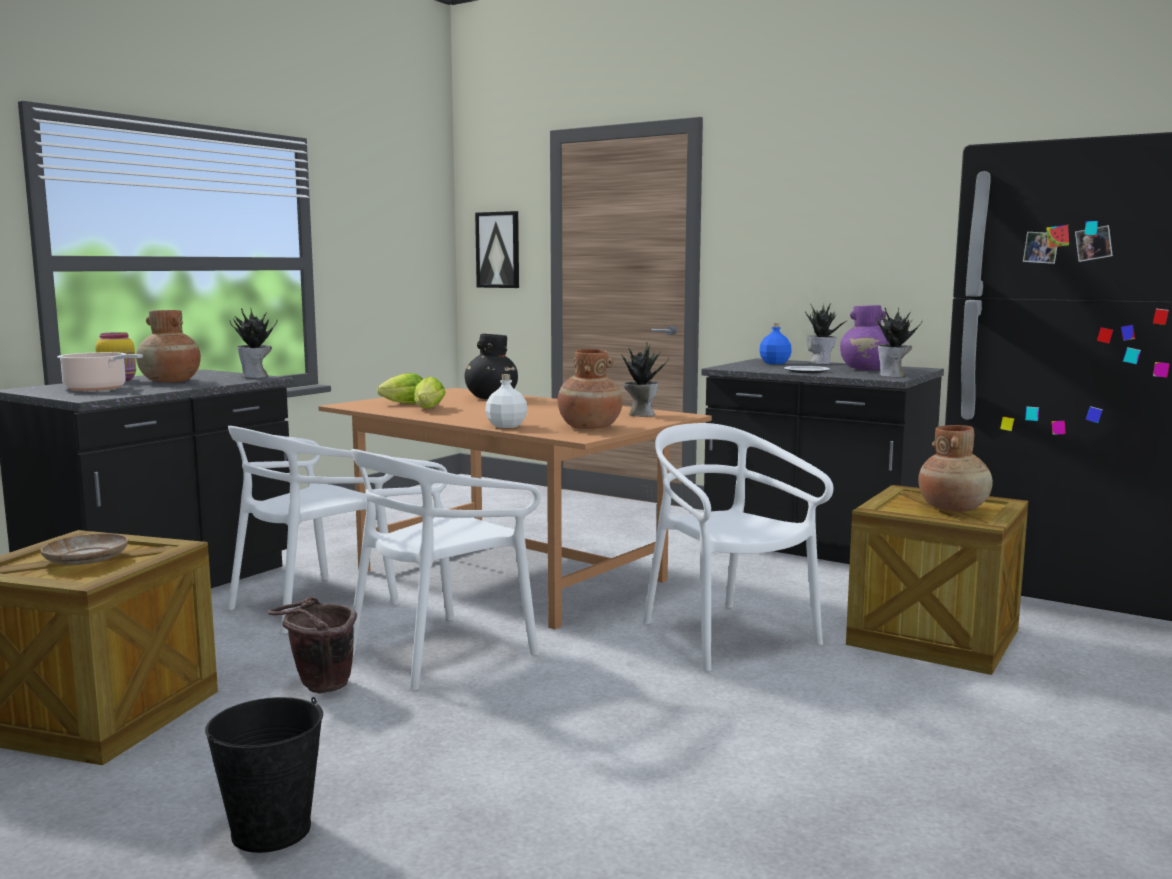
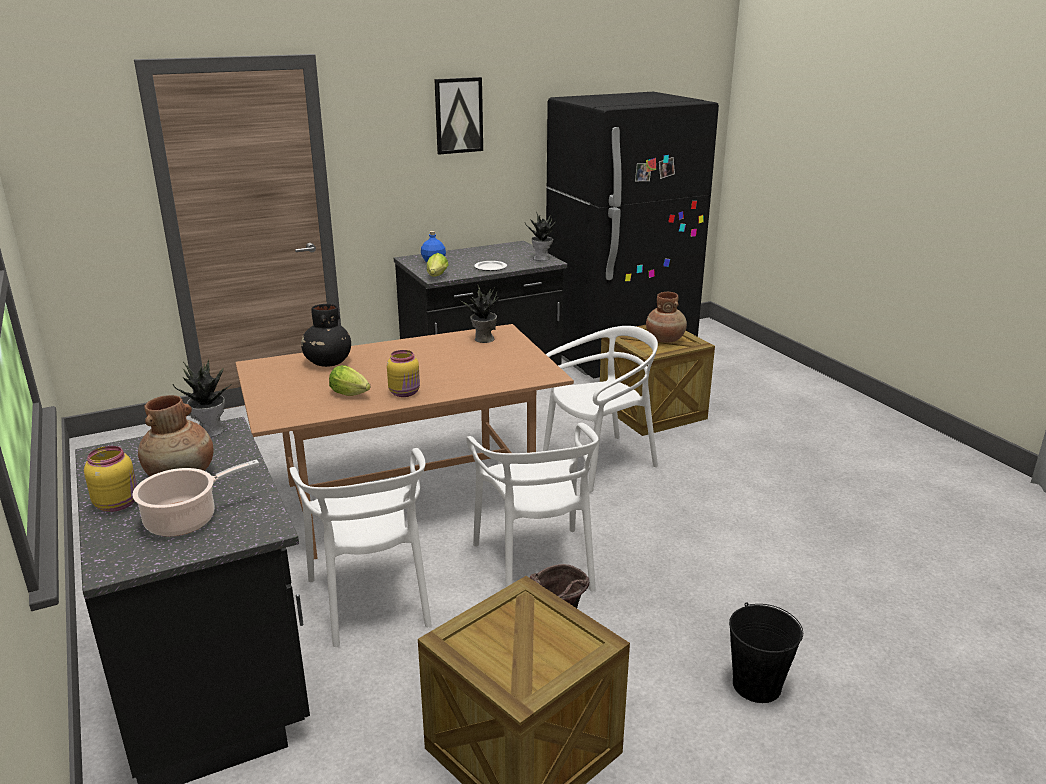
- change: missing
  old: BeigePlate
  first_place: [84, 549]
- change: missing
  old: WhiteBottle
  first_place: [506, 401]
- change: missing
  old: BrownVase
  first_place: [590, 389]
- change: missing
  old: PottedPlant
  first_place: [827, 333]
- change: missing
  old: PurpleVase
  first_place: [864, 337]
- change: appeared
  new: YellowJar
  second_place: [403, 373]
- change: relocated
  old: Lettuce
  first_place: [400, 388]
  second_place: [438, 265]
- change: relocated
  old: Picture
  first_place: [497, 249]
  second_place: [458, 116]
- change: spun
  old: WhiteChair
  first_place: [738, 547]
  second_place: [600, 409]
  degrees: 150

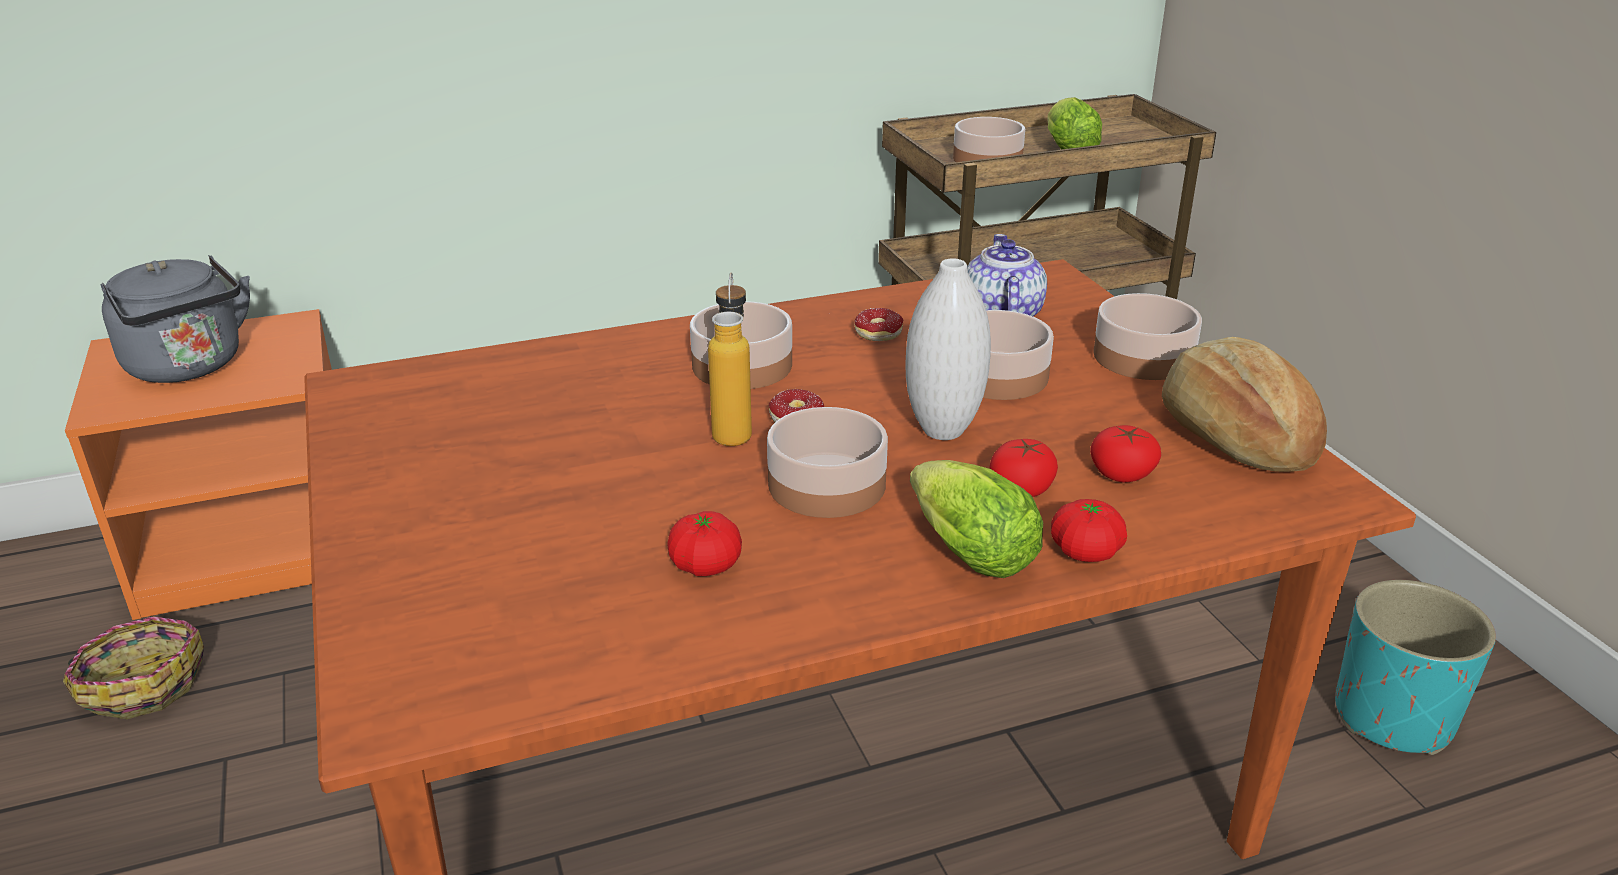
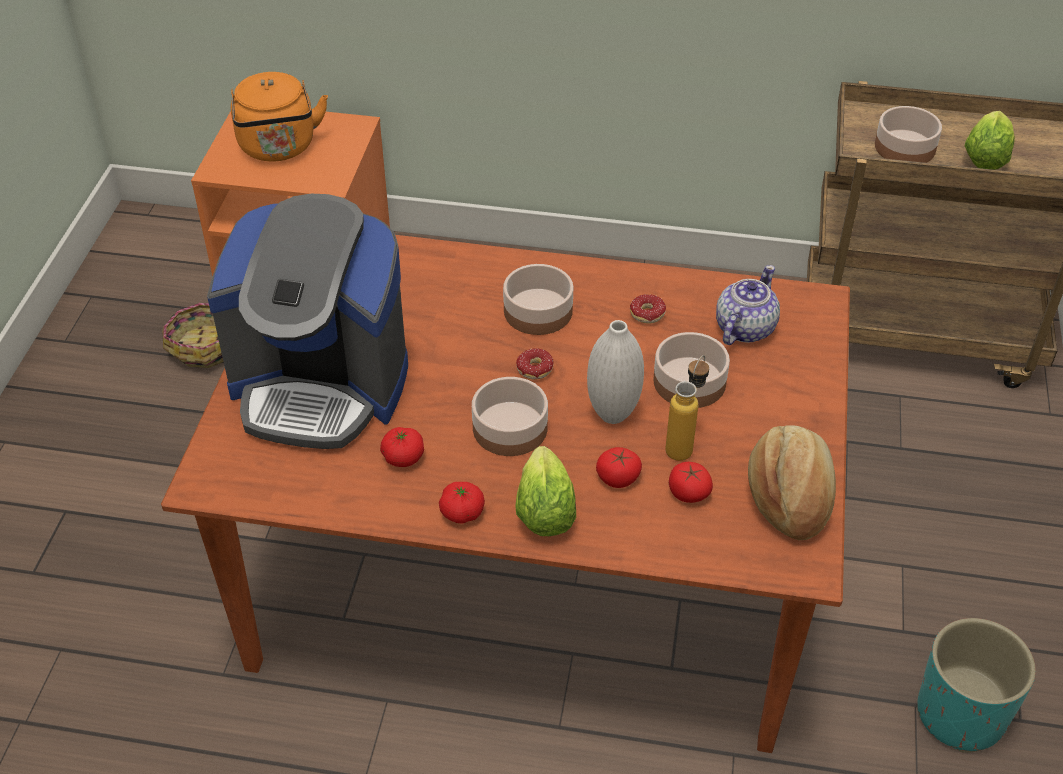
- change: missing
  old: Bowl
  first_place: [1147, 336]
- change: appeared
  new: CoffeeMachine
  second_place: [307, 321]
- change: relocated
  old: Bottle
  first_place: [730, 359]
  second_place: [687, 408]
- change: relocated
  old: Tomato
  first_place: [1089, 530]
  second_place: [462, 503]
- change: colour
  old: GreyKettle
  new: OrangeKettle
  first_place: [175, 319]
  second_place: [279, 117]

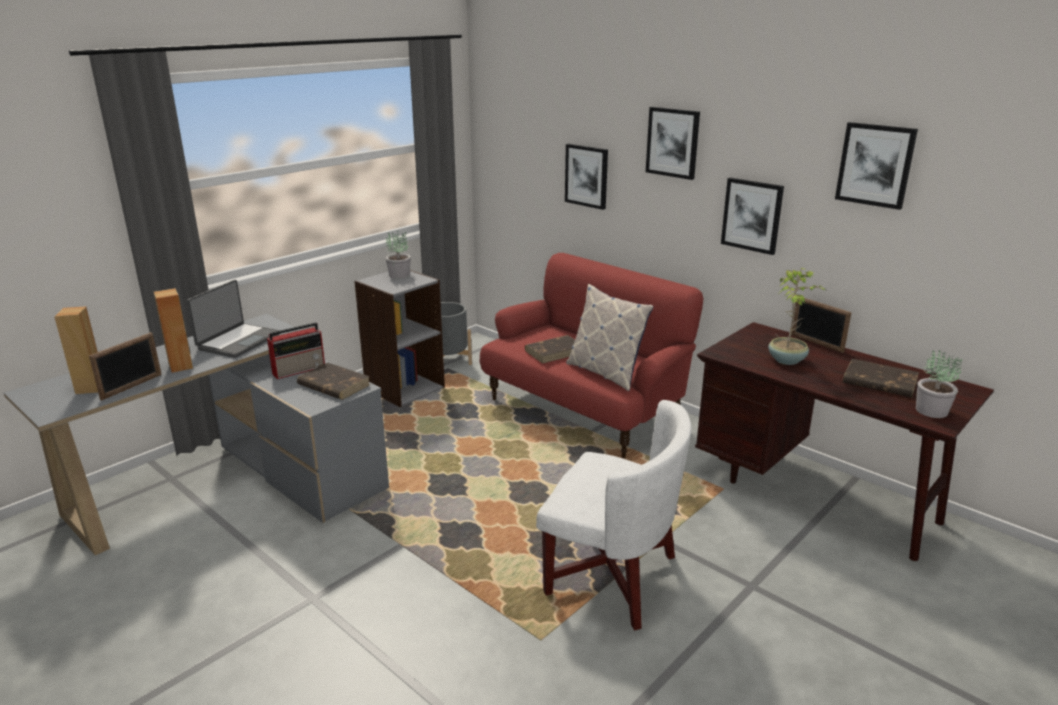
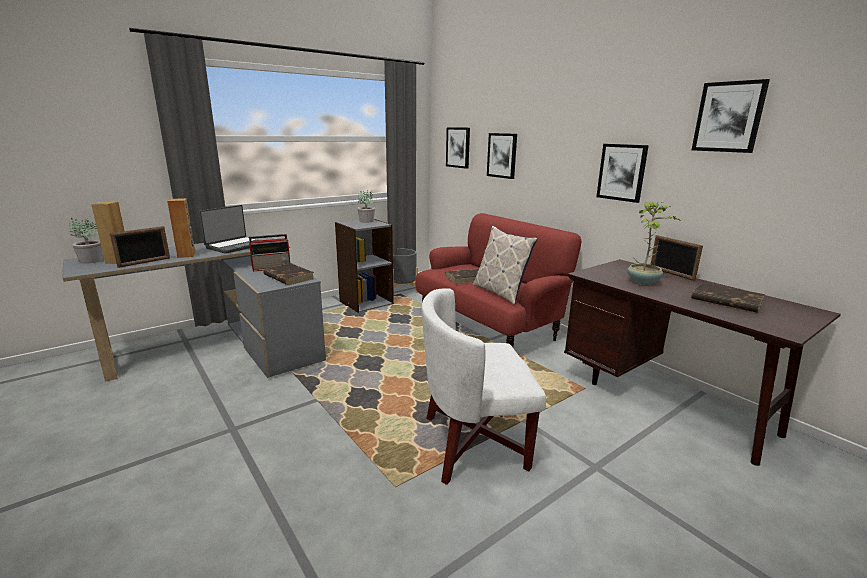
- change: relocated
  old: Picture
  first_place: [673, 143]
  second_place: [458, 148]
- change: relocated
  old: PottedPlant
  first_place: [939, 384]
  second_place: [86, 241]
- change: spun
  old: WhiteArmchair
  first_place: [613, 515]
  second_place: [484, 386]
  degrees: 135

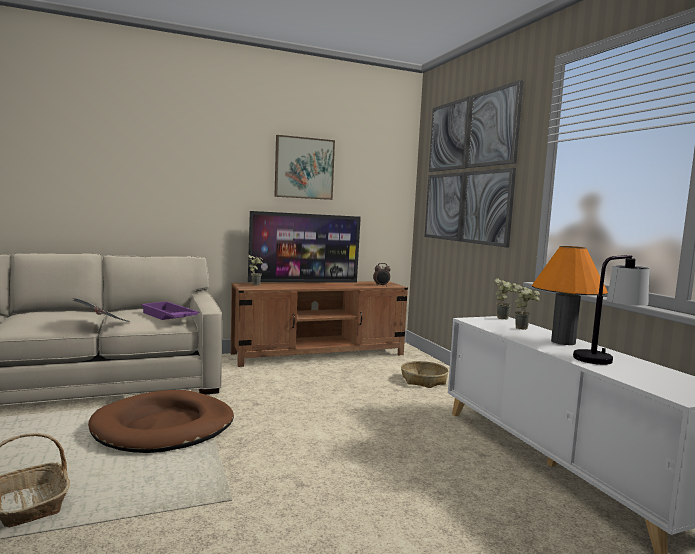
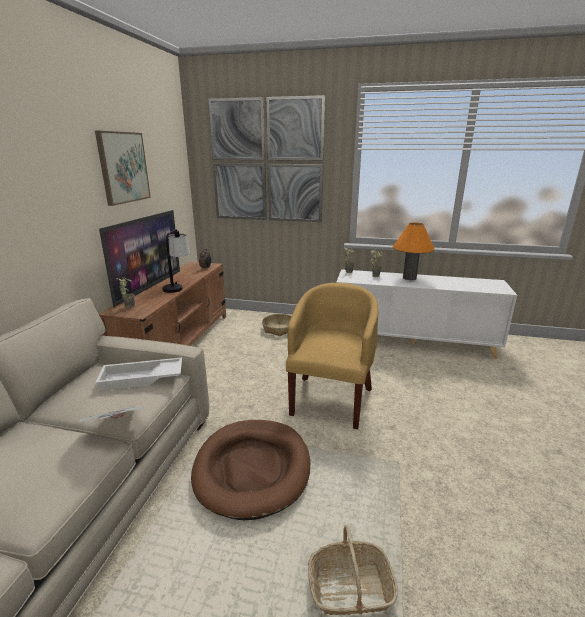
- change: appeared
  new: YellowArmchair
  second_place: [332, 356]
- change: relocated
  old: TableLamp
  first_place: [611, 310]
  second_place: [176, 261]
- change: colour
  old: PurpleTray
  new: WhiteTray
  first_place: [170, 310]
  second_place: [139, 374]

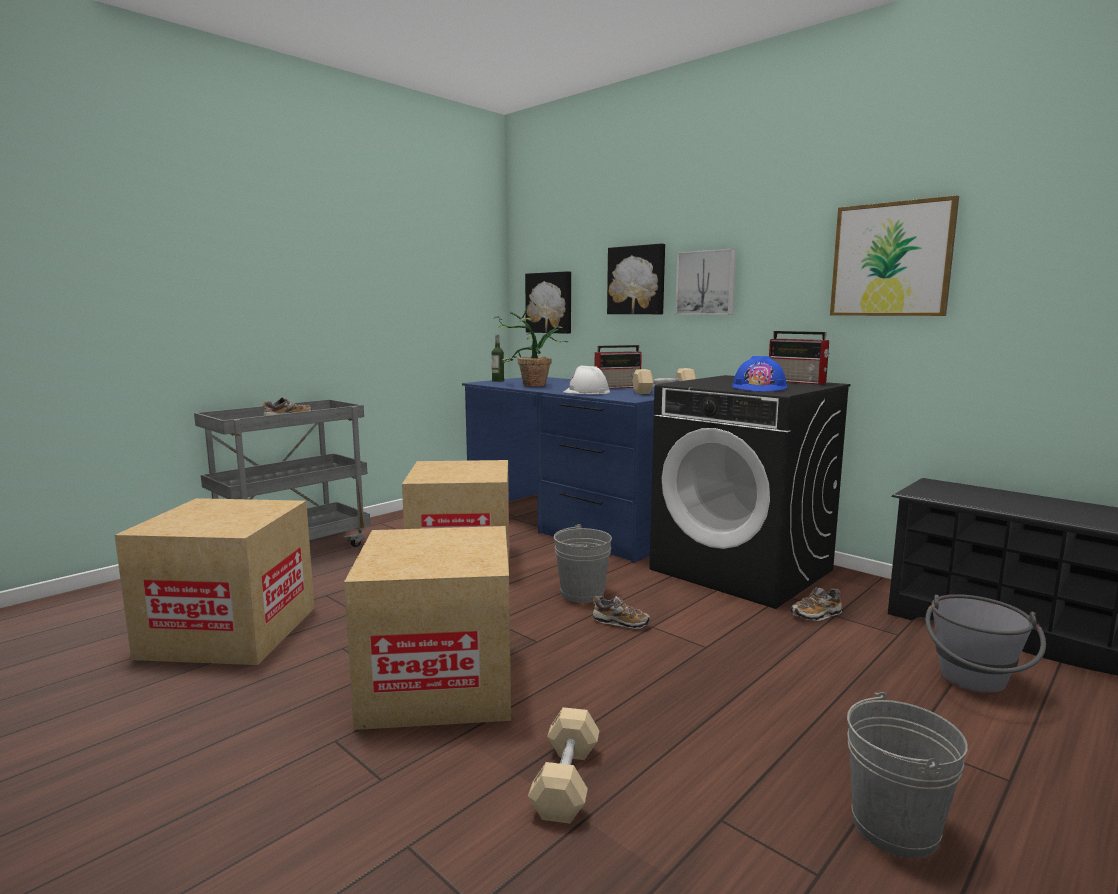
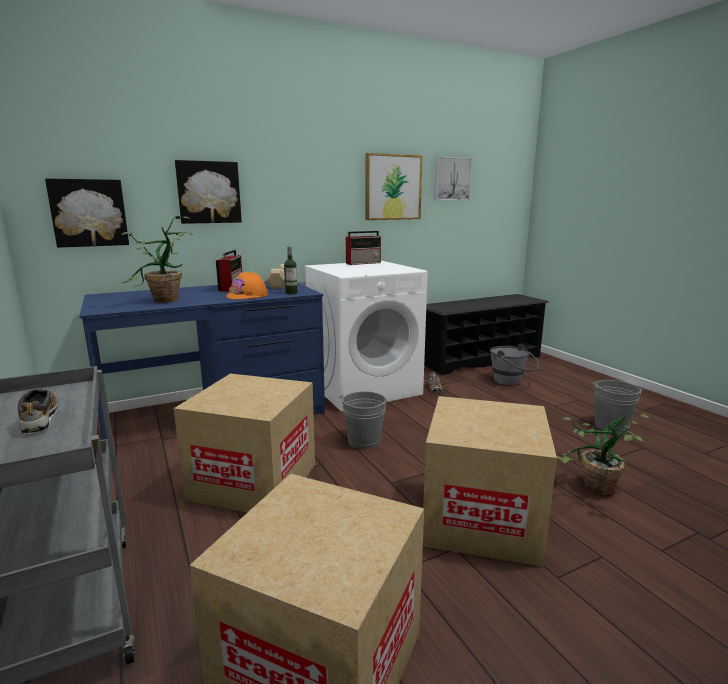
- change: missing
  old: Shoe
  first_place: [621, 612]
- change: missing
  old: BlueHardHat
  first_place: [759, 373]
- change: relocated
  old: Bottle
  first_place: [498, 358]
  second_place: [290, 270]
- change: relocated
  old: Picture
  first_place: [705, 282]
  second_place: [453, 178]
- change: exchanged
  old: BeigeDumbbell
  new: PottedPlant
  first_place: [563, 765]
  second_place: [603, 453]
- change: colour
  old: WhiteHardHat
  new: OrangeHardHat
  first_place: [586, 380]
  second_place: [247, 285]
- change: colour
  old: BlackWashingMachine
  new: WhiteWashingMachine
  first_place: [749, 492]
  second_place: [366, 336]

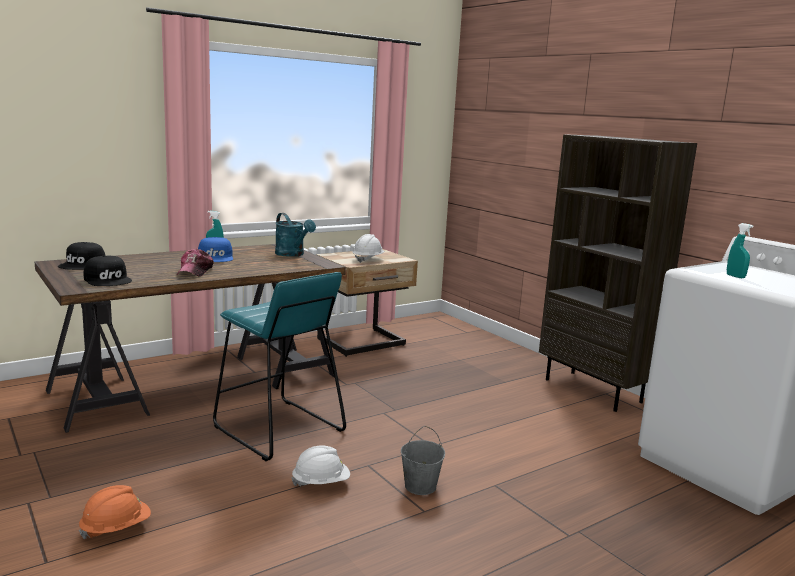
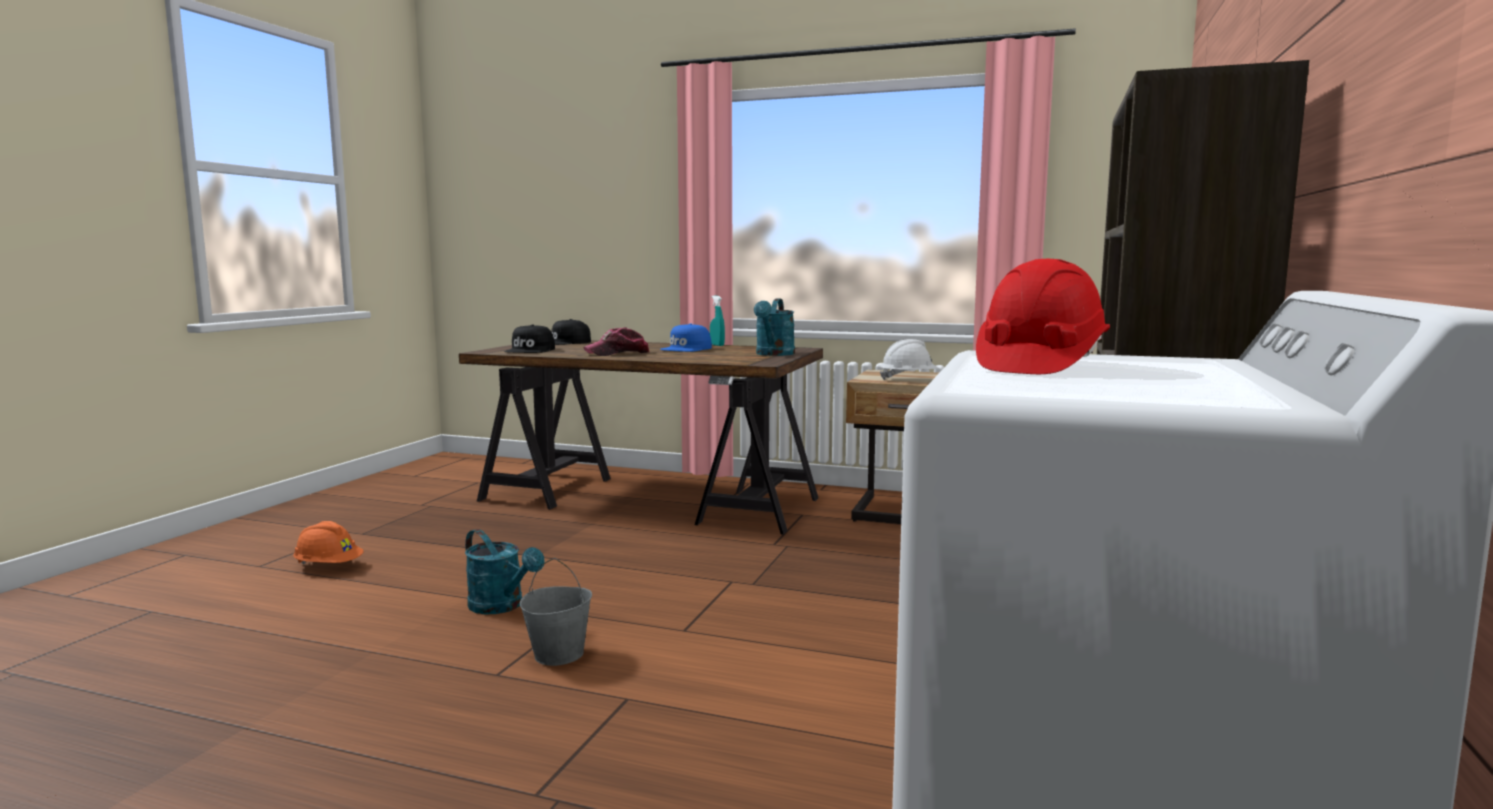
- change: missing
  old: TurquoiseStool
  first_place: [279, 366]
- change: exchanged
  old: WhiteHardHat
  new: TurquoiseWateringCan
  first_place: [320, 465]
  second_place: [505, 571]
- change: exchanged
  old: TurquoiseSprayBottle
  new: RedHardHat
  first_place: [740, 250]
  second_place: [1043, 316]

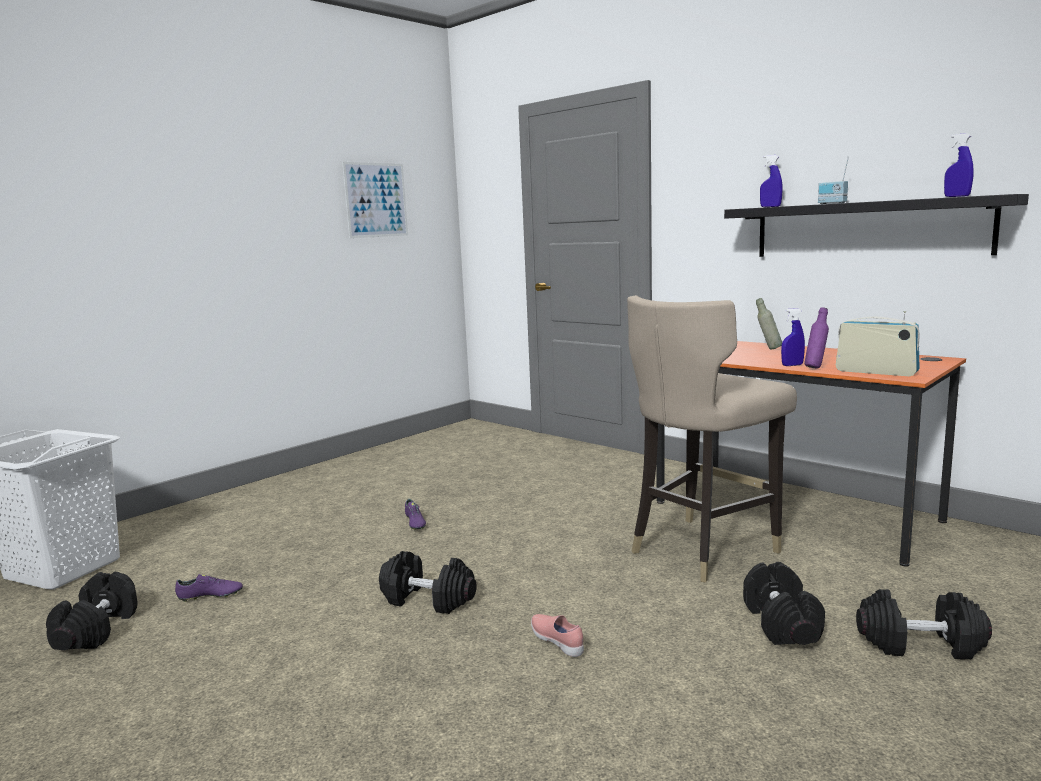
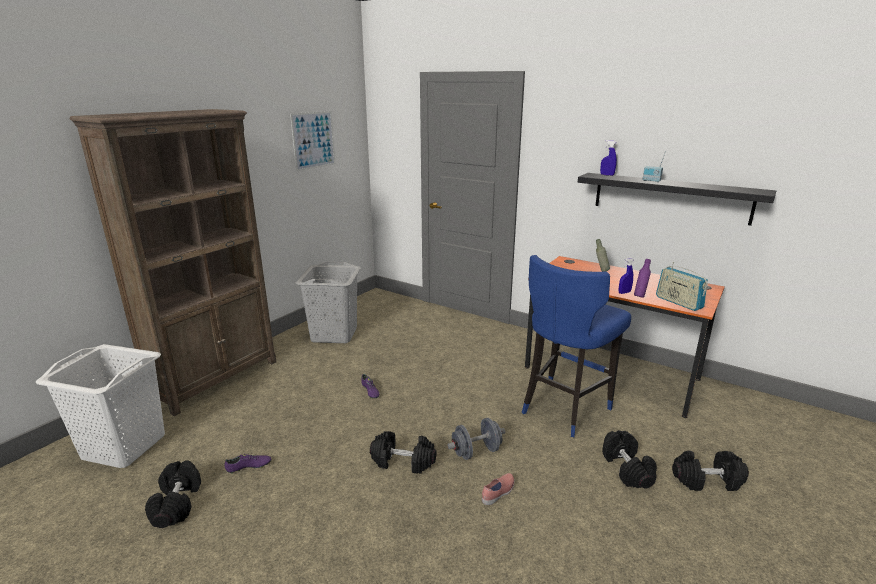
- change: missing
  old: BlueSprayBottle
  first_place: [958, 165]
- change: appeared
  new: BrownBookcase
  second_place: [173, 262]
- change: appeared
  new: GreyLaundryBasket
  second_place: [328, 302]
- change: appeared
  new: GreyDumbbell
  second_place: [476, 439]
- change: colour
  old: BeigeStool
  new: BlueStool
  first_place: [712, 439]
  second_place: [576, 346]
- change: spun
  old: PinkShoe
  first_place: [557, 635]
  second_place: [498, 489]
  degrees: 90
- change: spun
  old: Radio
  first_place: [878, 343]
  second_place: [682, 286]
  degrees: -150

